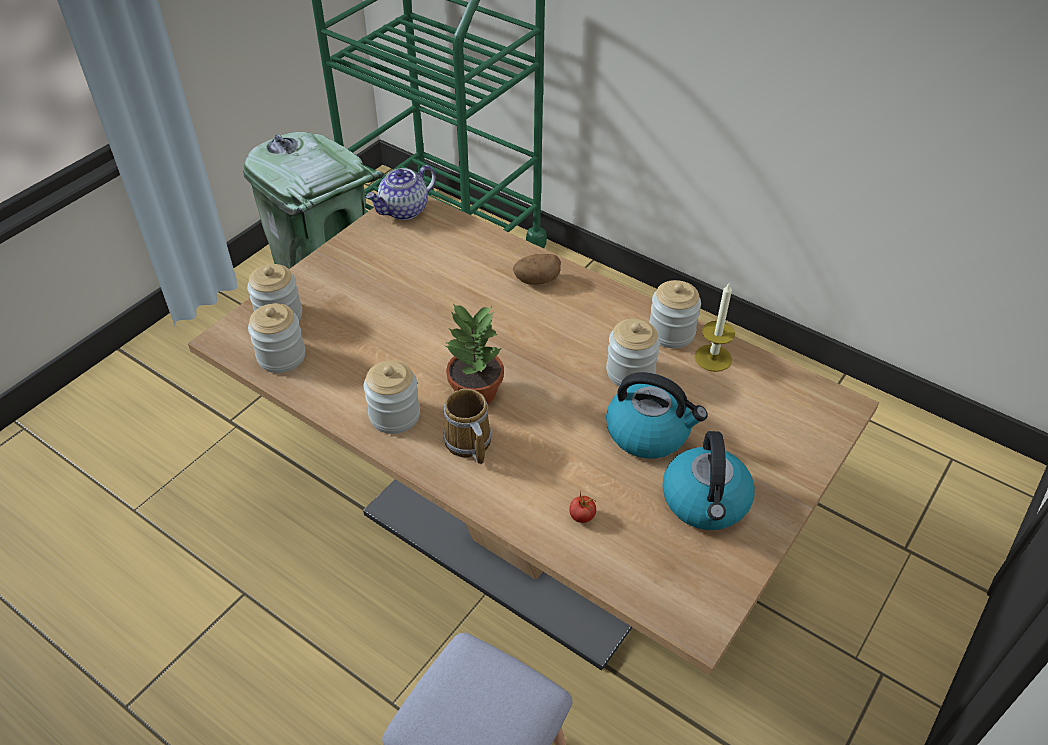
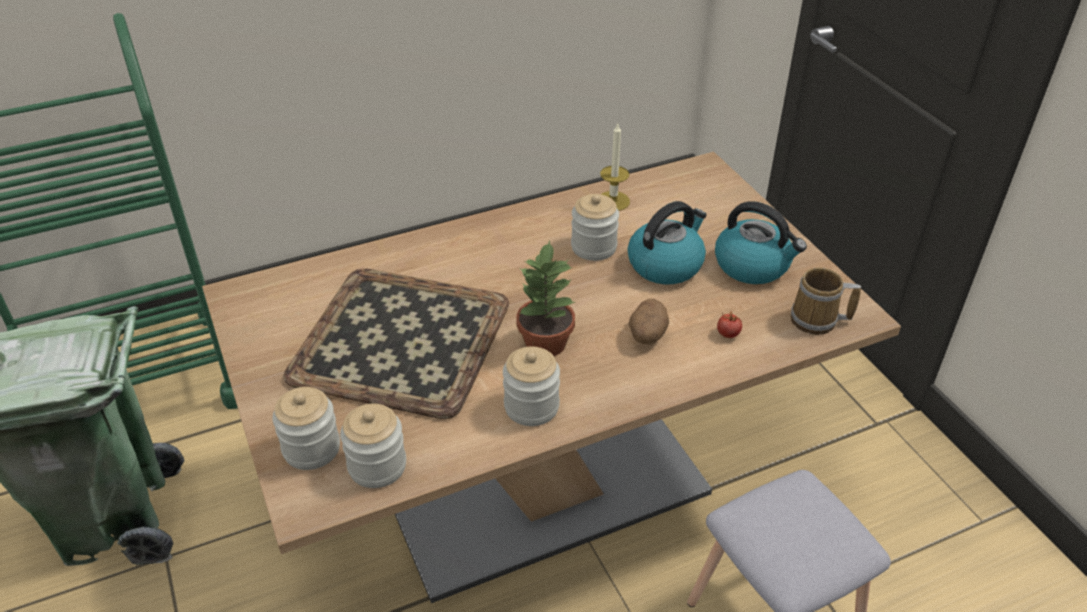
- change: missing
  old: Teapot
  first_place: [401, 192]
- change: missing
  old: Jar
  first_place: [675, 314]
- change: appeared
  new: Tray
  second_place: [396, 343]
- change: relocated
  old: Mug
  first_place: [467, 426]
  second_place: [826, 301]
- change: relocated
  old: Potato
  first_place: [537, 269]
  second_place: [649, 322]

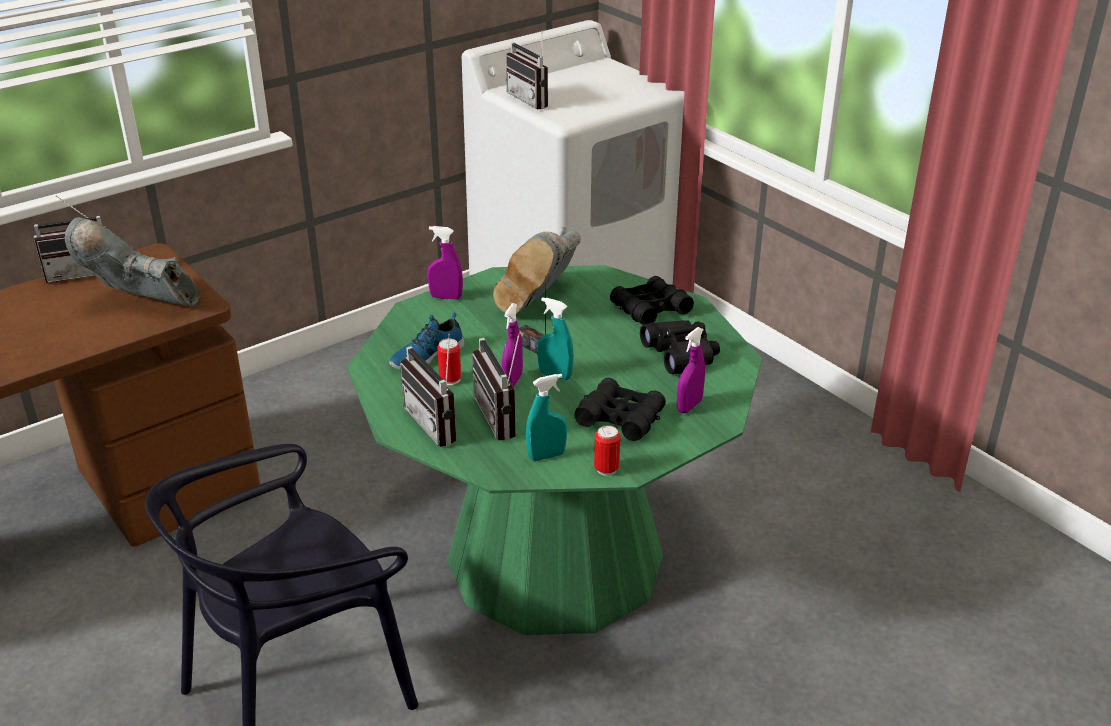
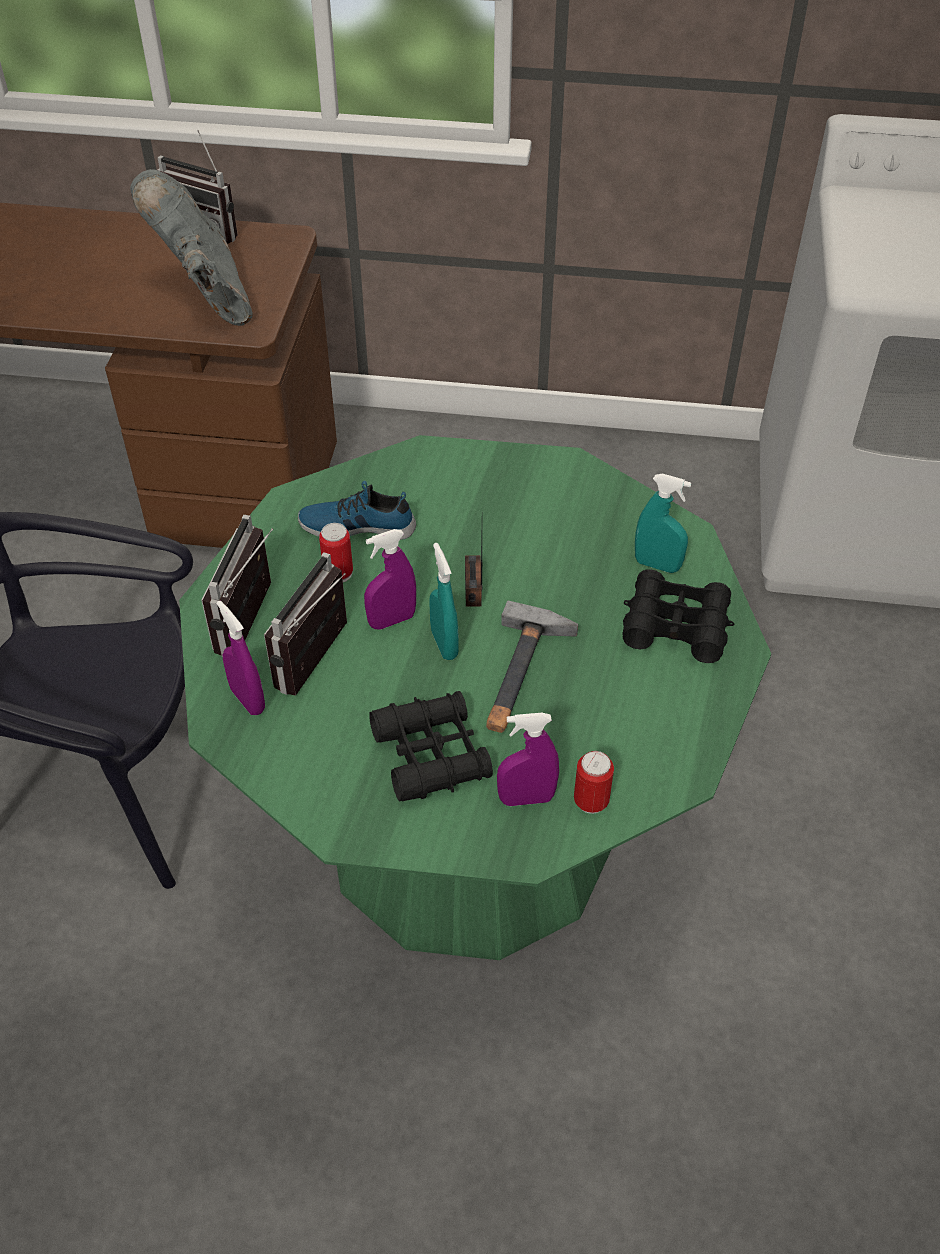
- change: missing
  old: GreyBoot
  first_place: [537, 270]
- change: missing
  old: Radio
  first_place: [527, 72]
- change: missing
  old: BlackBinoculars
  first_place: [680, 347]
- change: appeared
  new: Hammer
  second_place: [532, 667]
- change: relocated
  old: PurpleSprayBottle
  first_place: [445, 263]
  second_place: [241, 658]
- change: relocated
  old: TurquoiseSprayBottle
  first_place: [546, 417]
  second_place: [663, 523]
- change: relocated
  old: Can
  first_place: [607, 450]
  second_place: [594, 782]

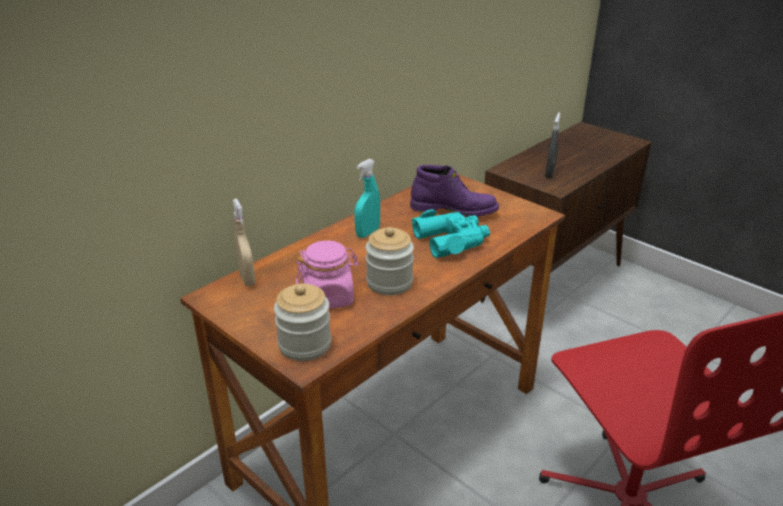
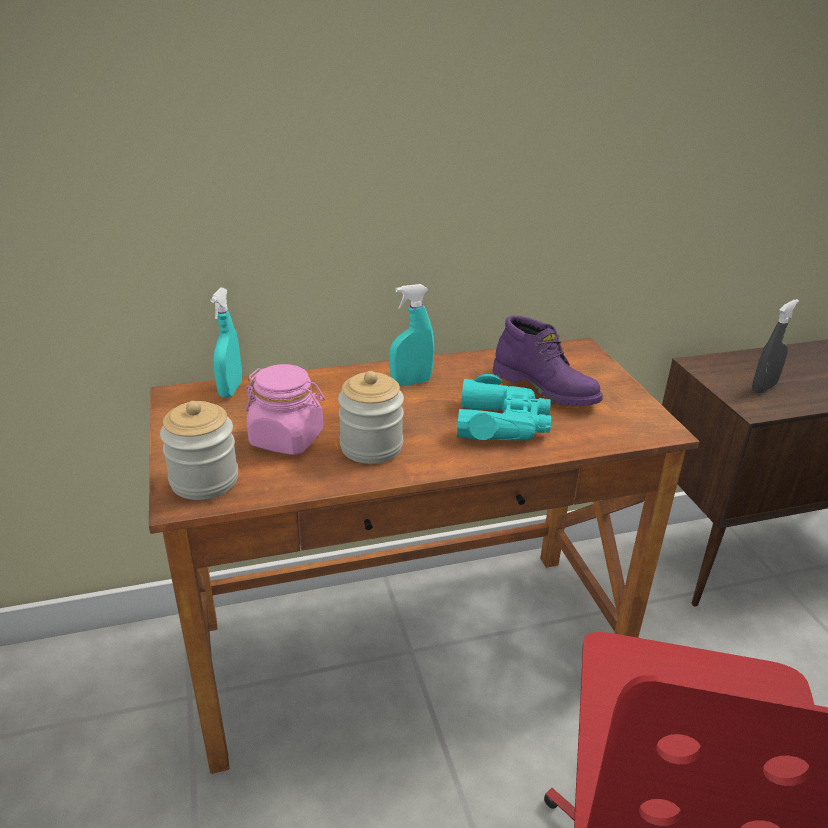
- change: colour
  old: BeigeSprayBottle
  new: TurquoiseSprayBottle
  first_place: [244, 242]
  second_place: [226, 343]

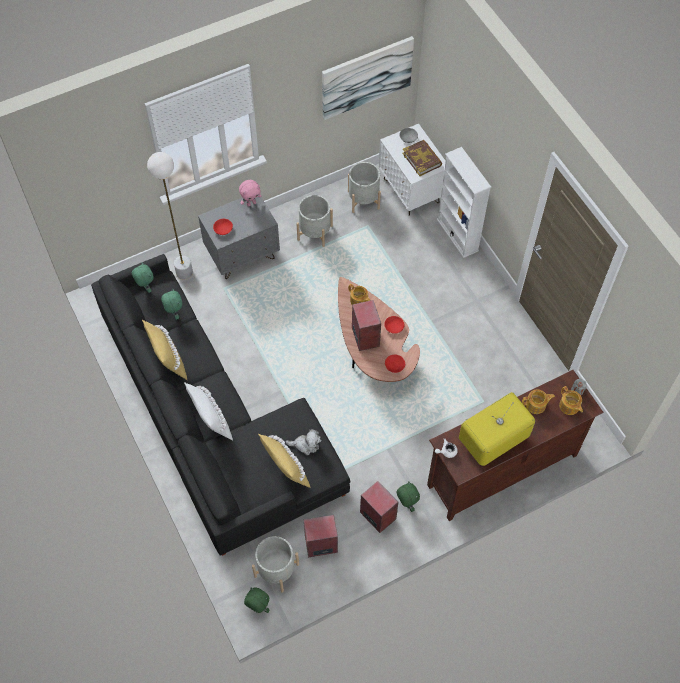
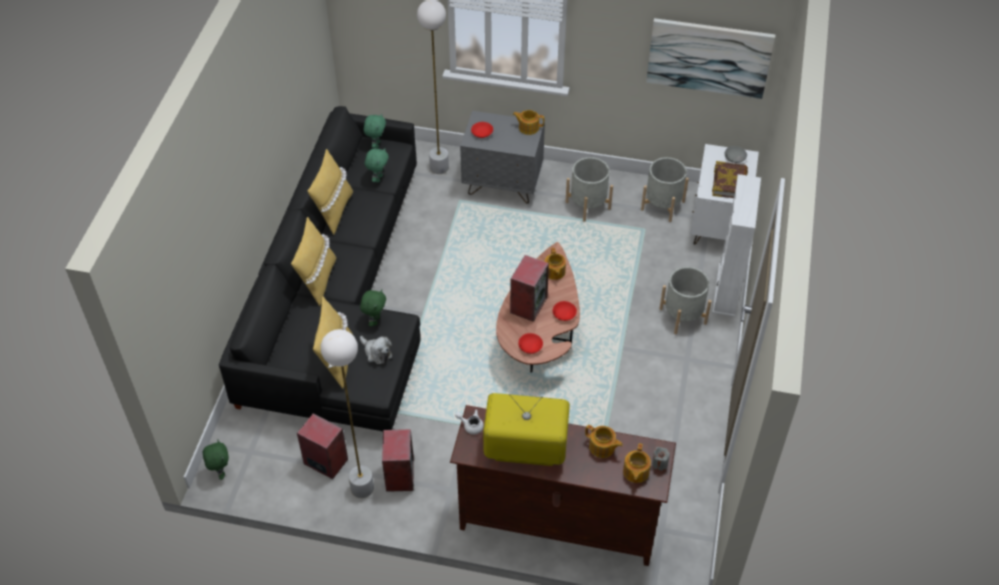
- change: appeared
  new: WhiteFloorLamp
  second_place: [347, 413]
- change: relocated
  old: GreyPlanter
  first_place: [275, 564]
  second_place: [685, 300]
- change: relocated
  old: GreenPlushToy
  first_place: [408, 496]
  second_place: [373, 308]
- change: exchanged
  old: PinkPlushToy
  new: Teapot
  first_place: [250, 193]
  second_place: [528, 122]
- change: colour
  old: WhitePillow
  new: YellowPillow
  first_place: [208, 411]
  second_place: [313, 262]

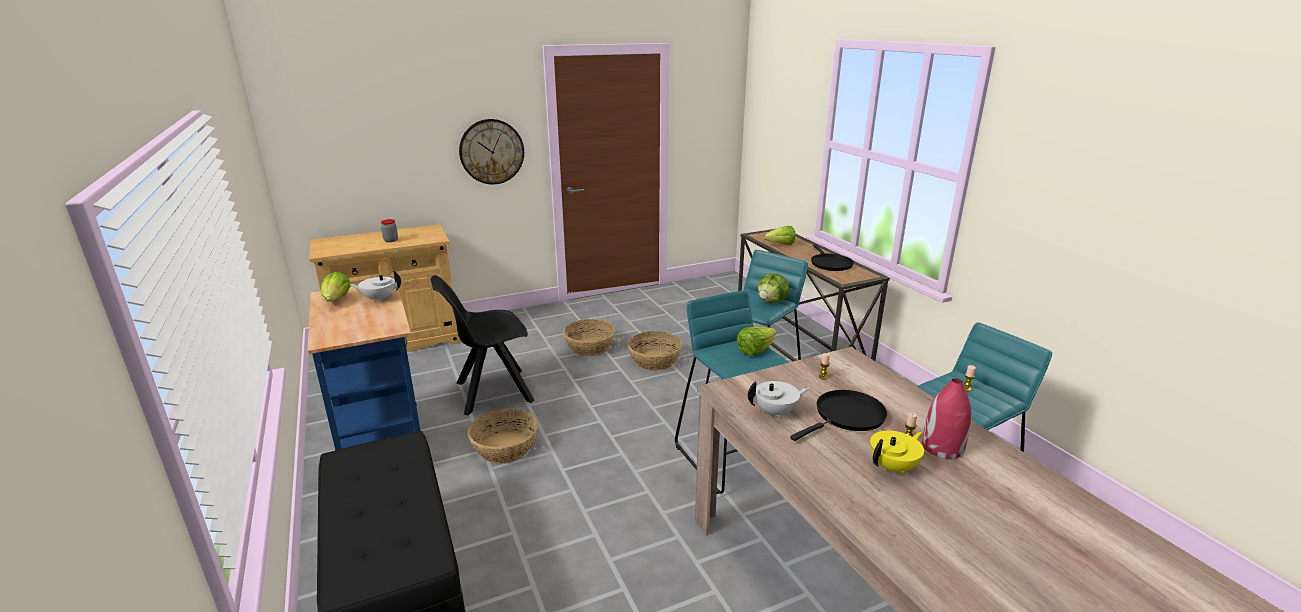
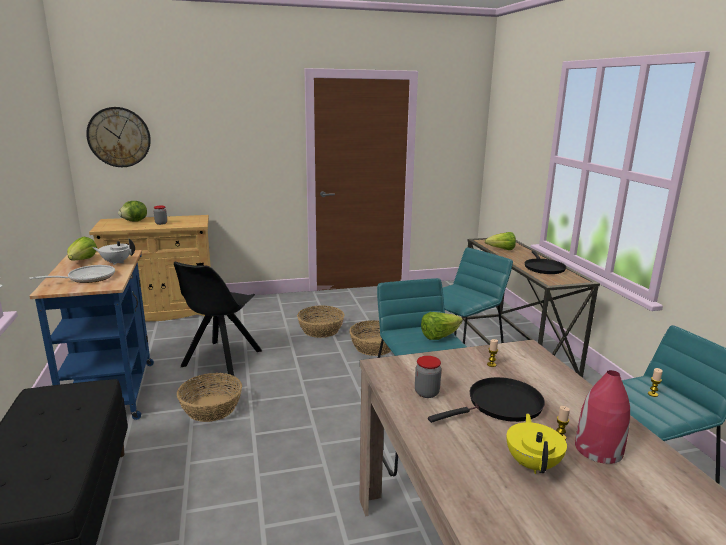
- change: appeared
  new: FryingPan
  second_place: [72, 274]
- change: relocated
  old: WallClock
  first_place: [491, 152]
  second_place: [118, 137]
- change: relocated
  old: Lettuce
  first_place: [773, 288]
  second_place: [132, 211]
- change: exchanged
  old: WhiteTeapot
  new: Jar
  first_place: [778, 400]
  second_place: [428, 377]
- change: spun
  old: BlackChair
  first_place: [483, 345]
  second_place: [218, 318]
  degrees: -60
- change: spun
  old: YellowTeapot
  first_place: [897, 453]
  second_place: [536, 443]
  degrees: -60

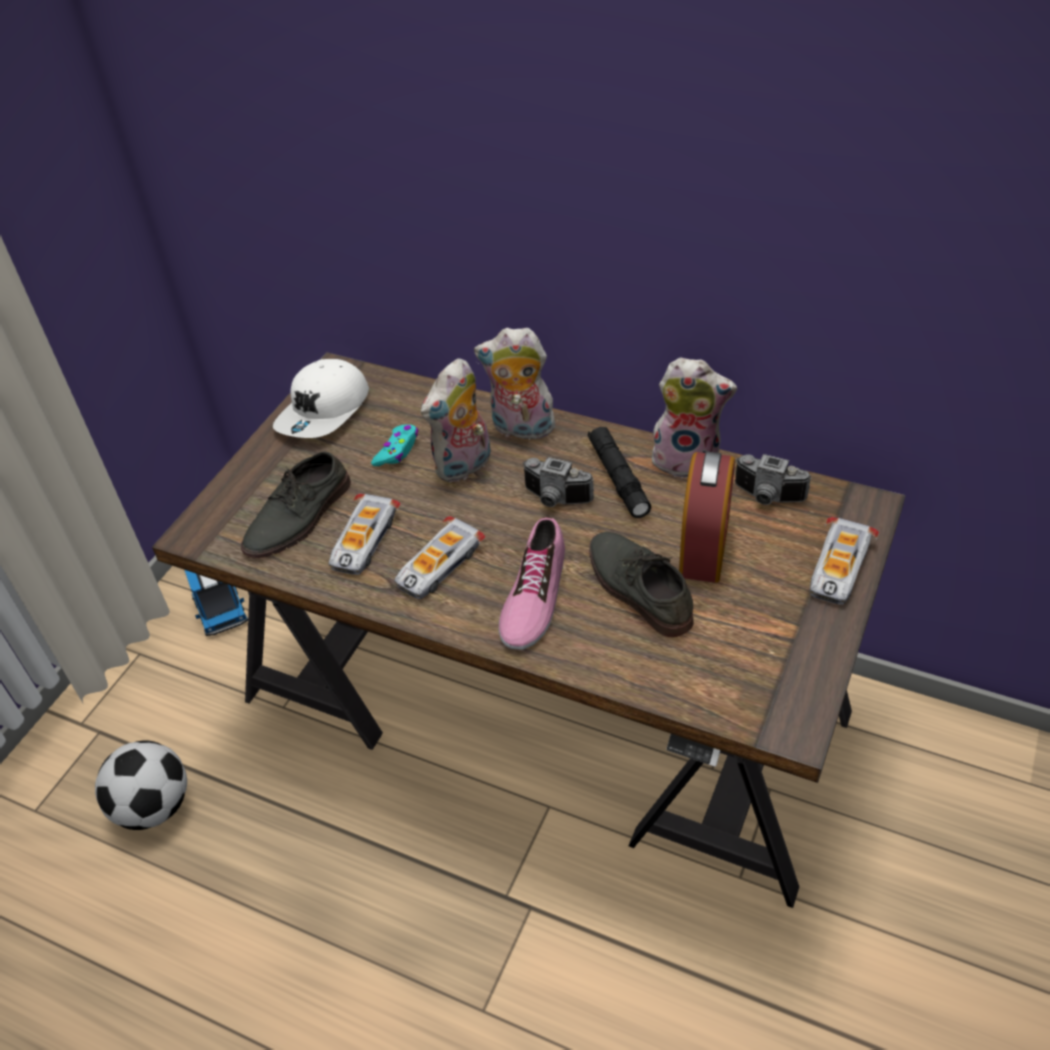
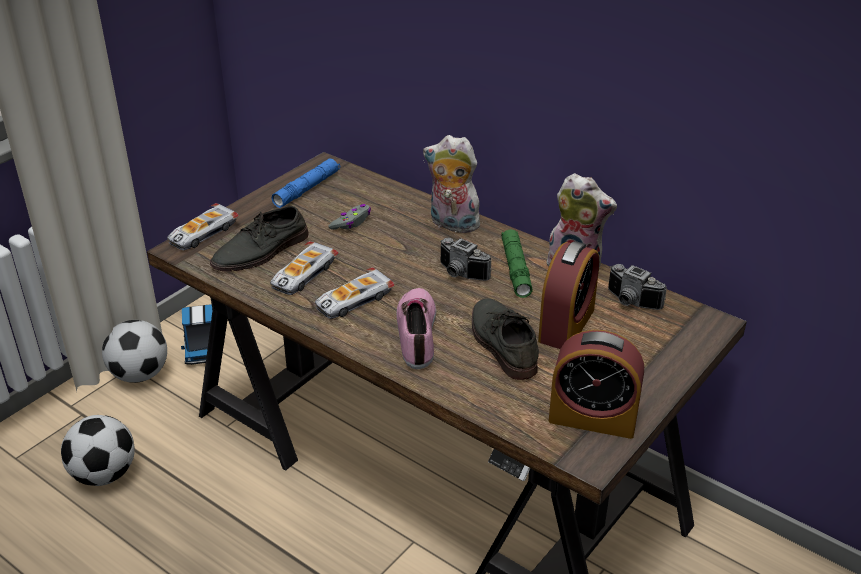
- change: missing
  old: PlushToy
  first_place: [456, 420]
- change: appeared
  new: Football
  second_place: [134, 351]
- change: appeared
  new: AlarmClock
  second_place: [596, 384]
- change: relocated
  old: ToyCar
  first_place: [844, 561]
  second_place: [203, 226]
- change: exchanged
  old: WhiteCap
  new: BlueFlashlight
  first_place: [321, 398]
  second_place: [305, 183]
- change: colour
  old: TurquoiseGameController
  new: GreyGameController
  first_place: [394, 445]
  second_place: [349, 217]
- change: colour
  old: BlackFlashlight
  new: GreenFlashlight
  first_place: [619, 472]
  second_place: [517, 263]
- change: spun
  old: Shoe
  first_place: [532, 583]
  second_place: [416, 328]
  degrees: 150

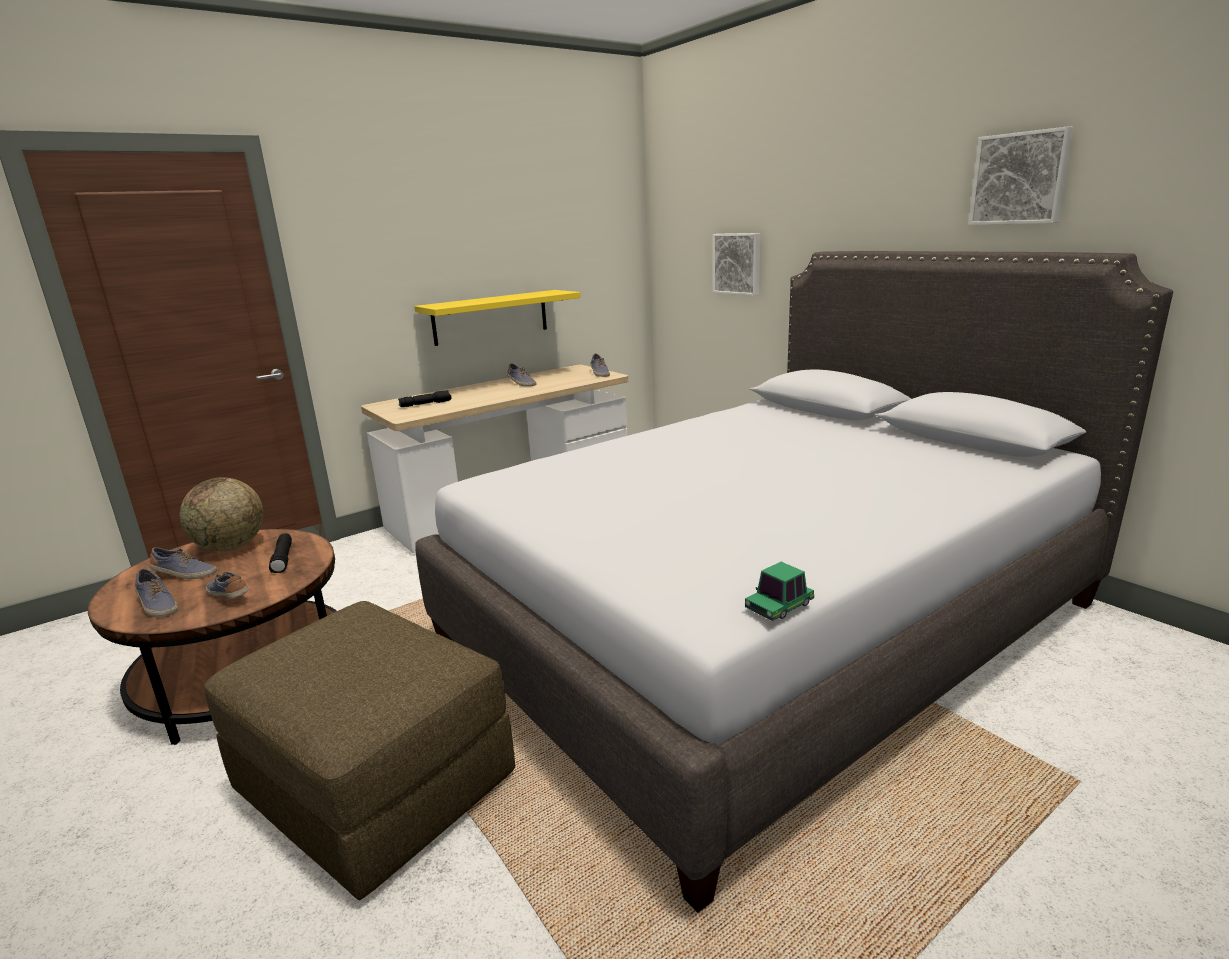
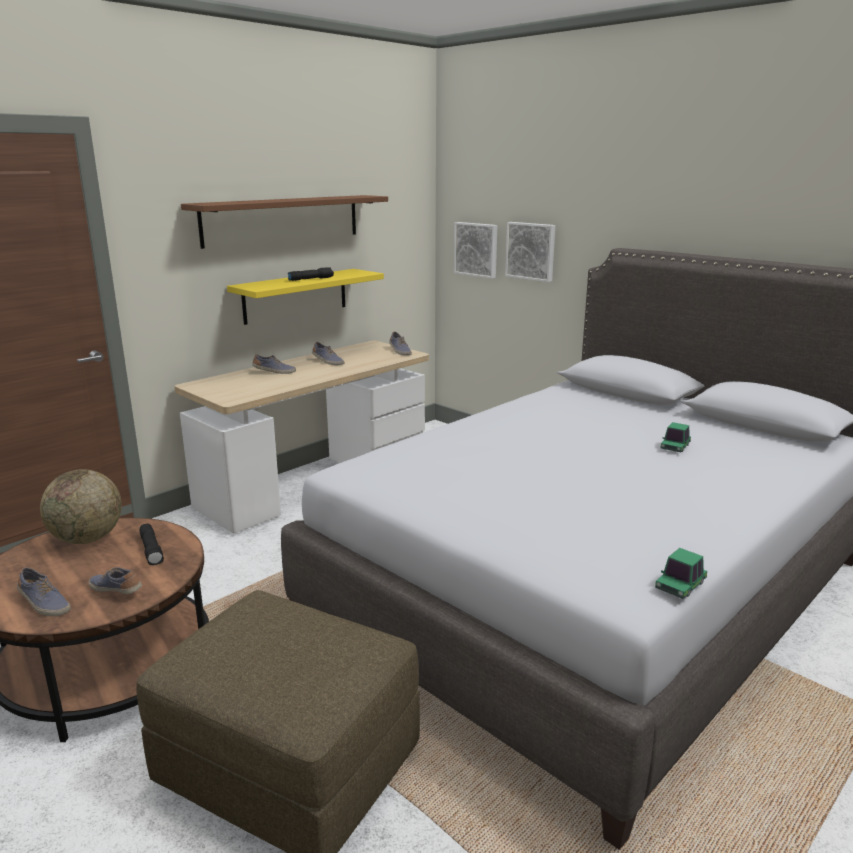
- change: appeared
  new: BrownShelf
  second_place: [284, 222]
- change: appeared
  new: ToyCar
  second_place: [676, 437]
- change: relocated
  old: Shoe
  first_place: [183, 563]
  second_place: [274, 364]
- change: relocated
  old: BlackFlashlight
  first_place: [425, 398]
  second_place: [311, 274]
- change: relocated
  old: Picture
  first_place: [1020, 175]
  second_place: [475, 250]

